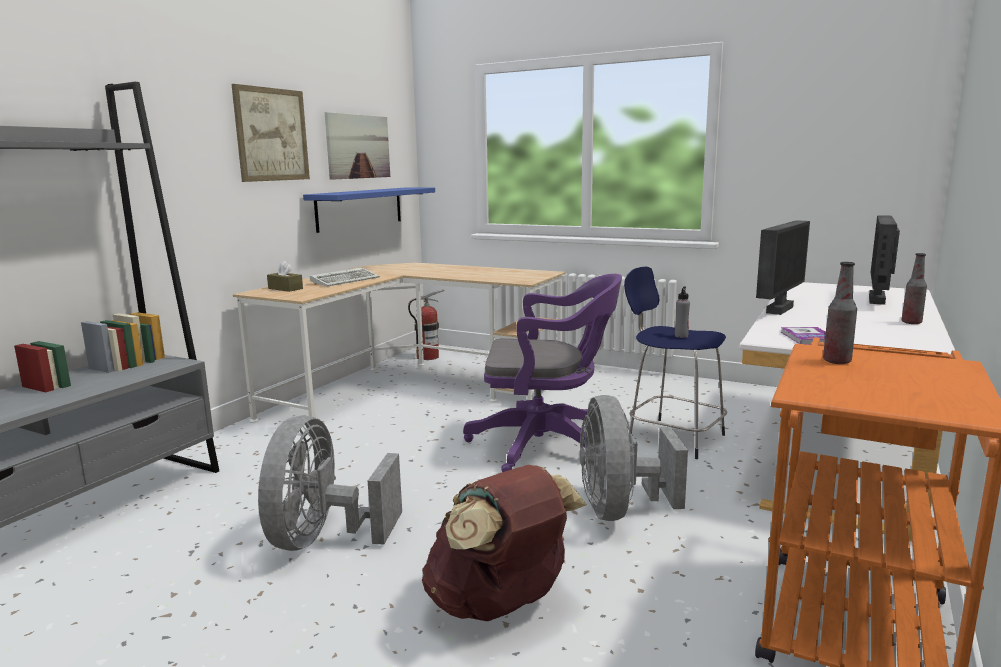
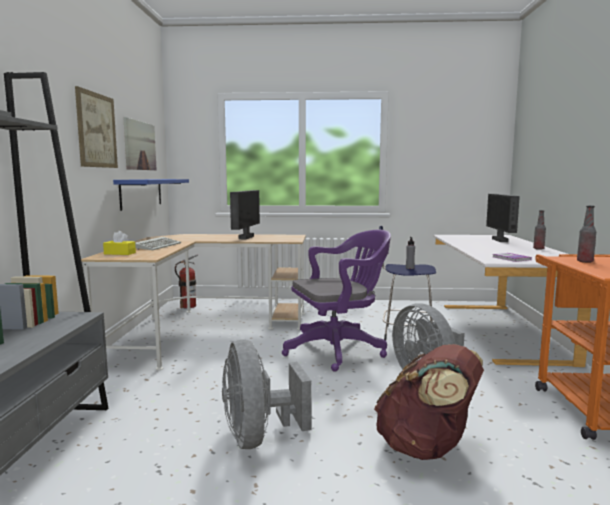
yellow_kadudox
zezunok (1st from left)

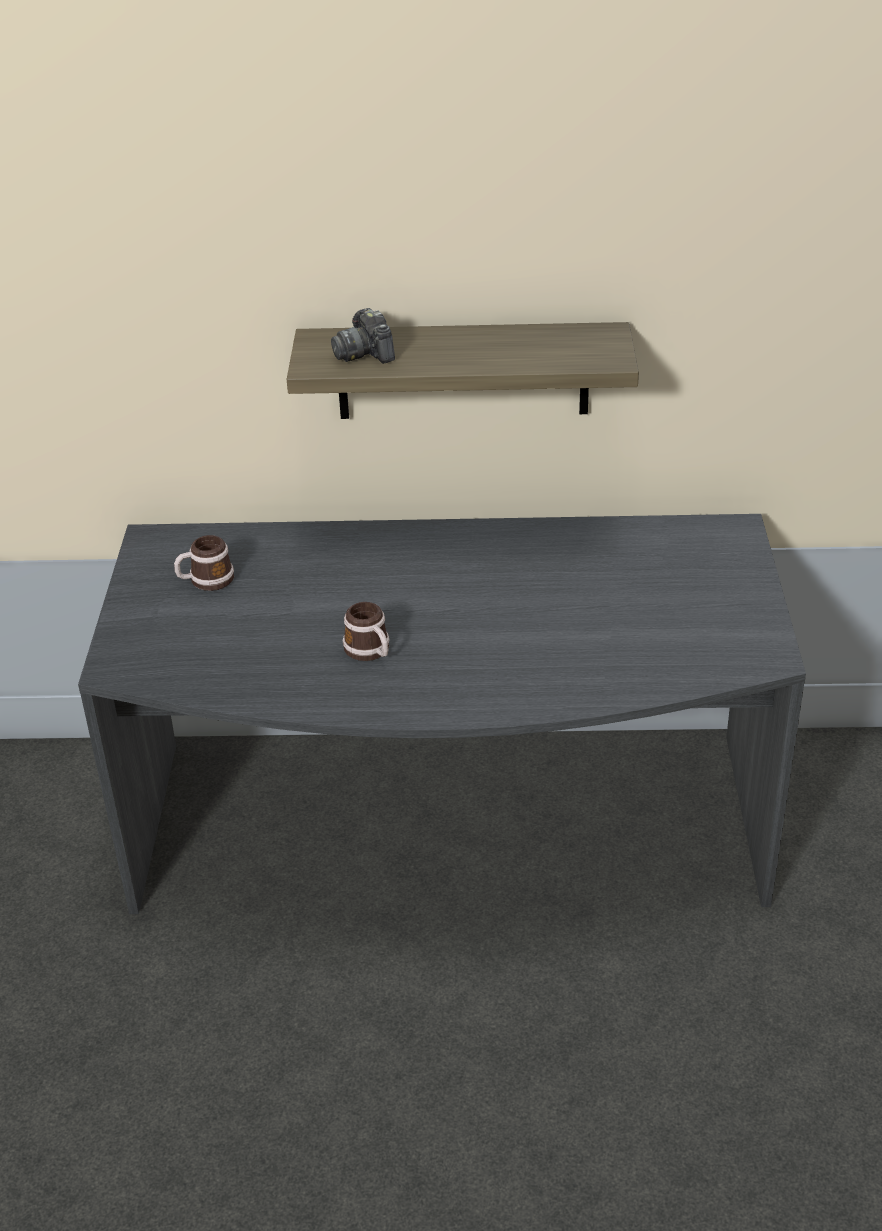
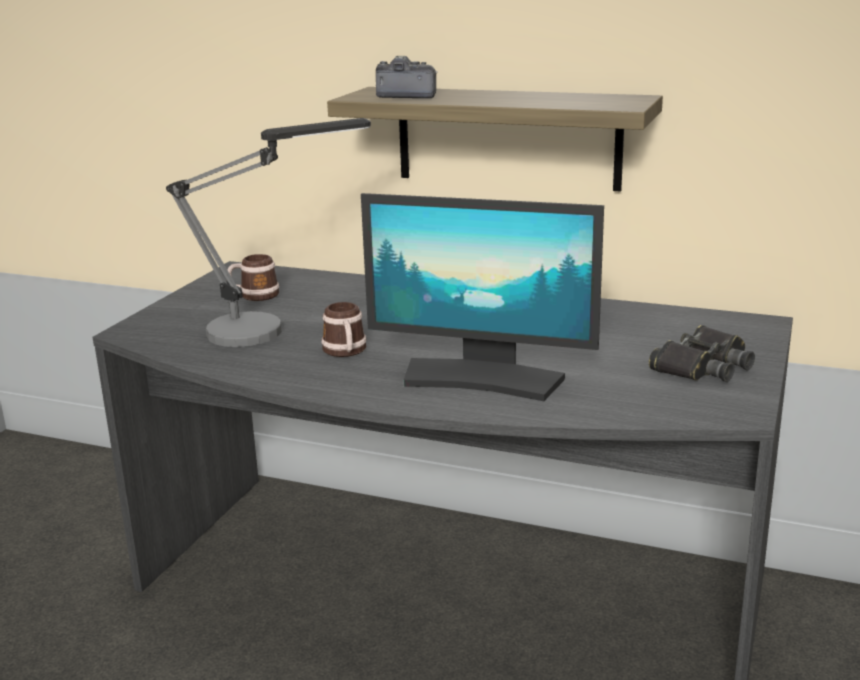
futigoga
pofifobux
zezunok
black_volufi

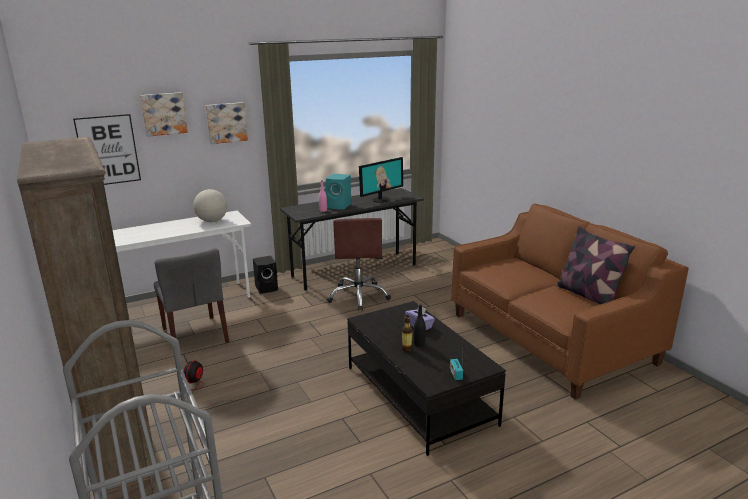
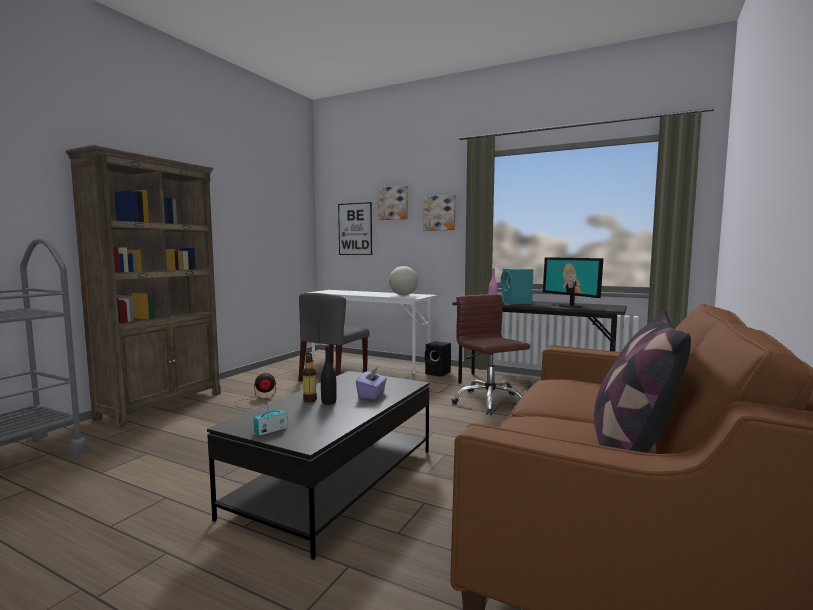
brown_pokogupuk
zezunok

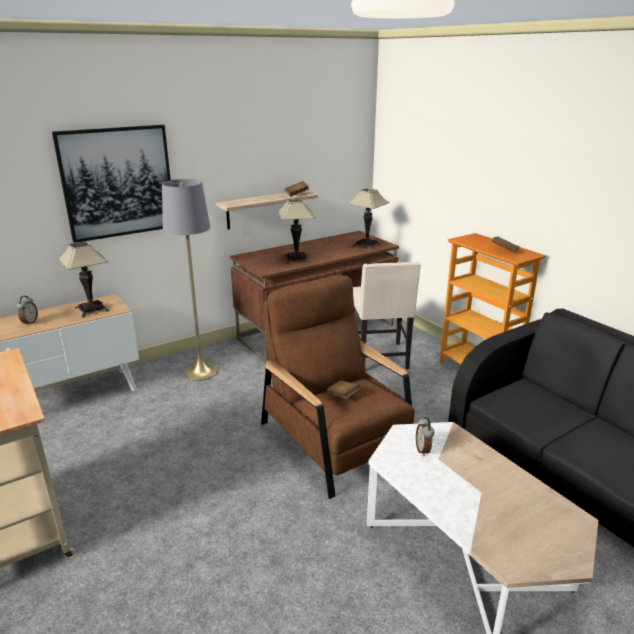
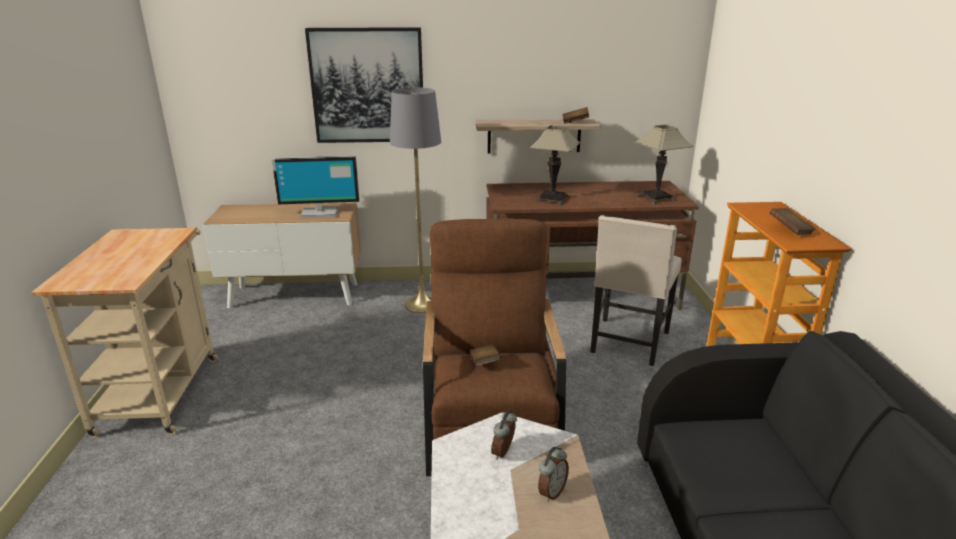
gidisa (2nd from left)
zezunok

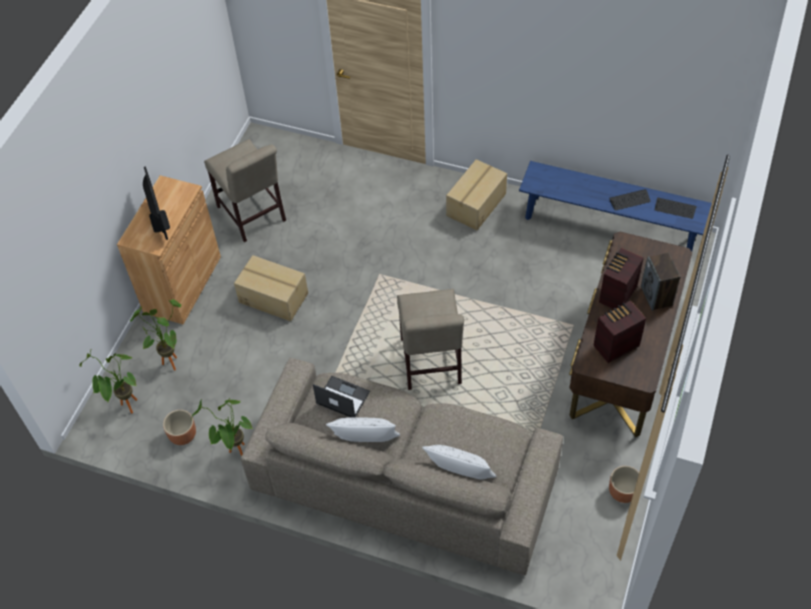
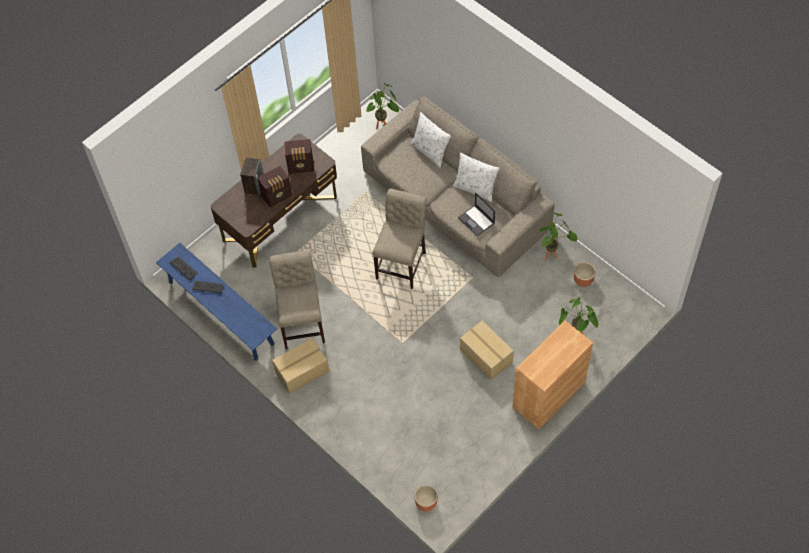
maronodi (1st from left)
zezunok
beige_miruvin (1st from left)
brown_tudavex (1st from left)

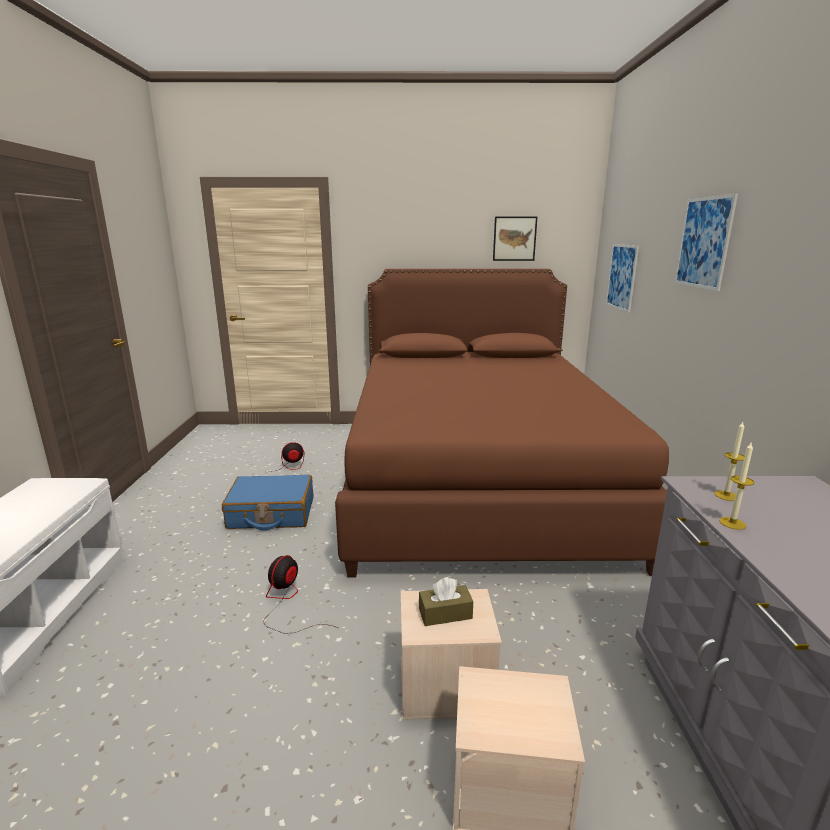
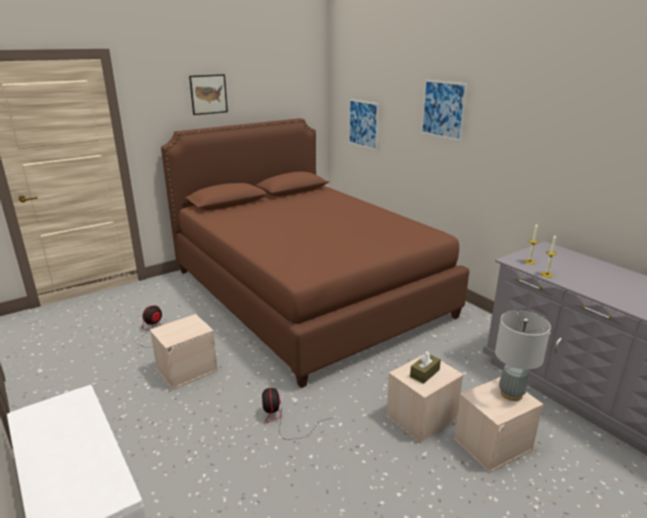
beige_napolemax (1st from left)
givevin (1st from left)
grey_pofifobux

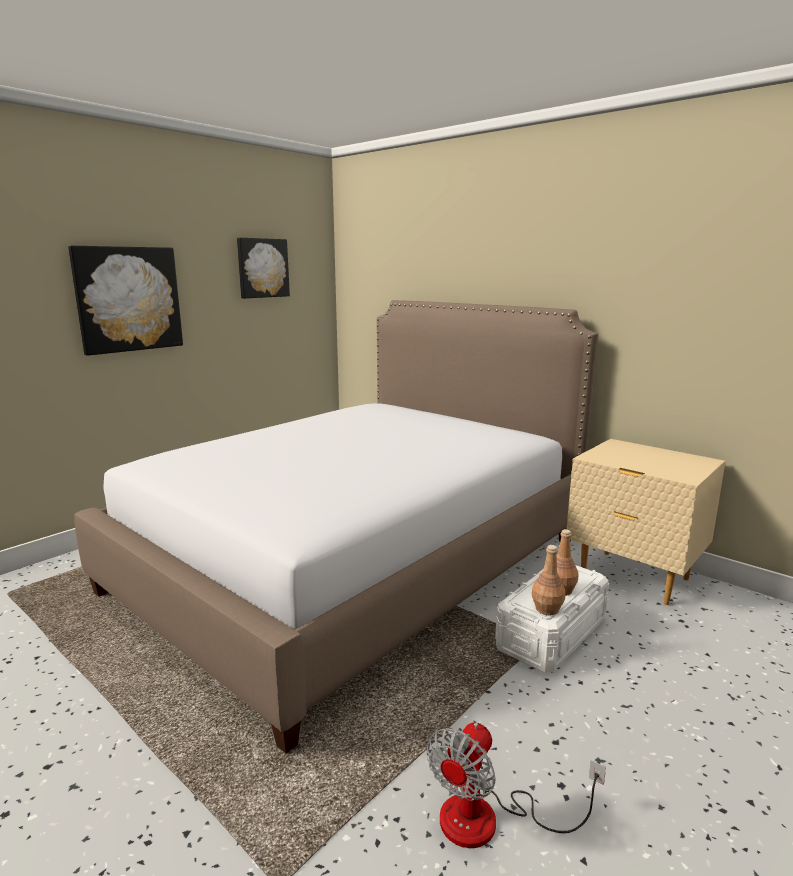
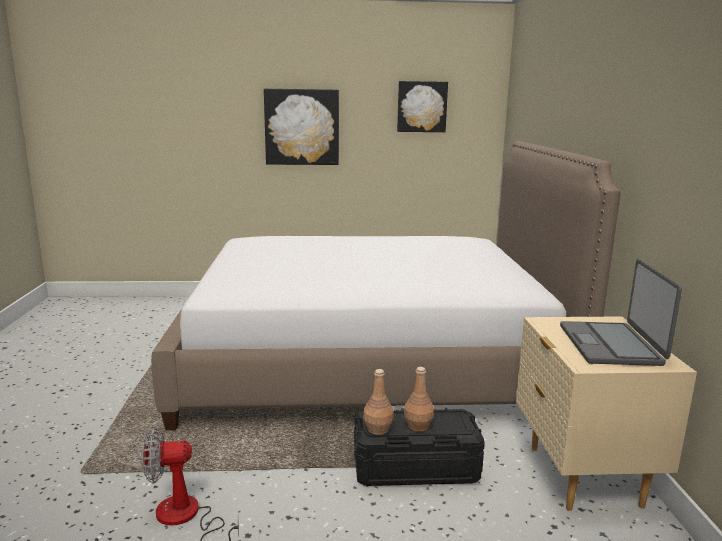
black_napolemax
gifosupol

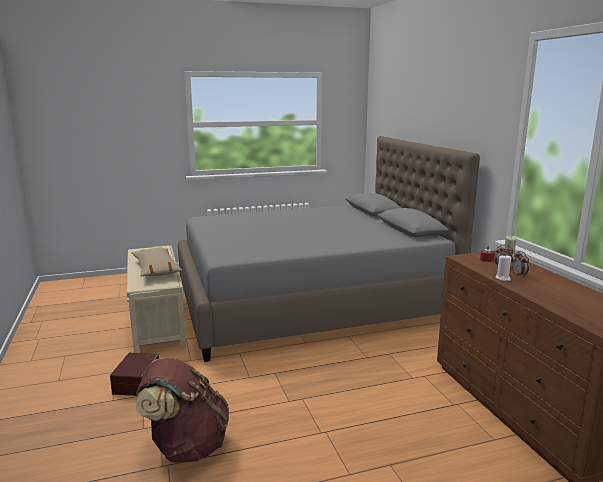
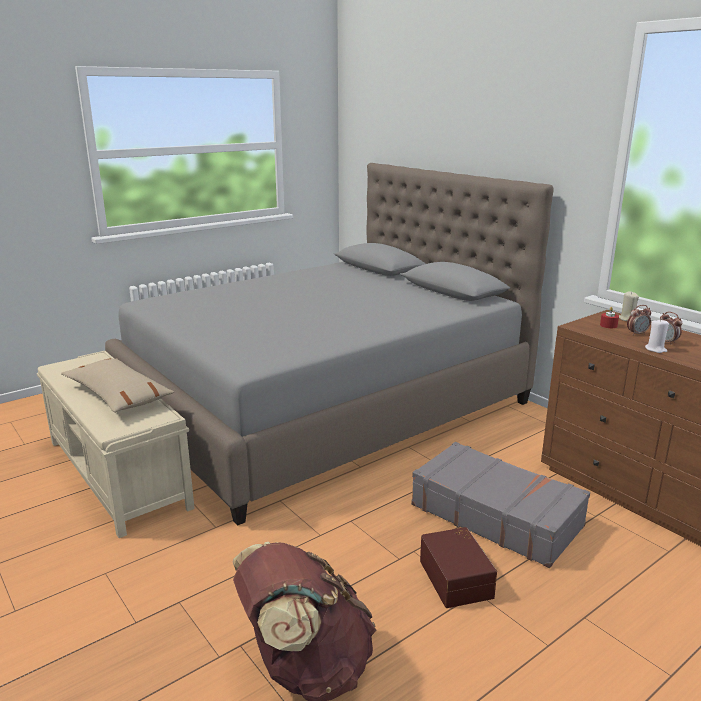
brown_napolemax
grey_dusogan

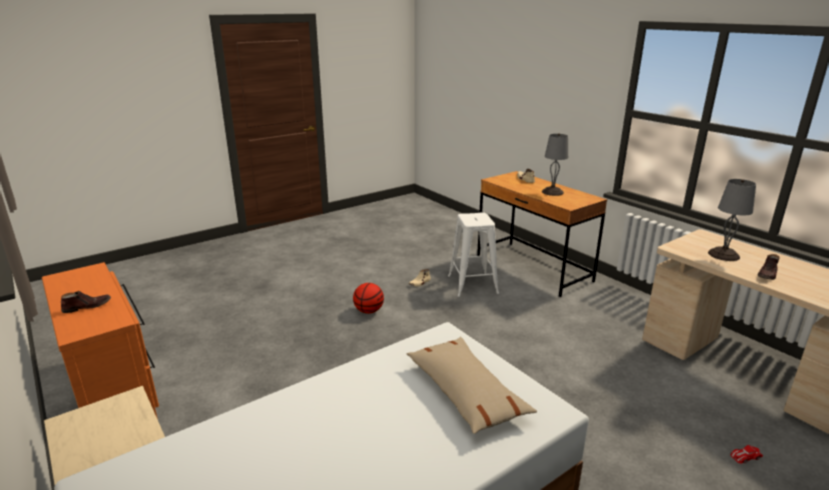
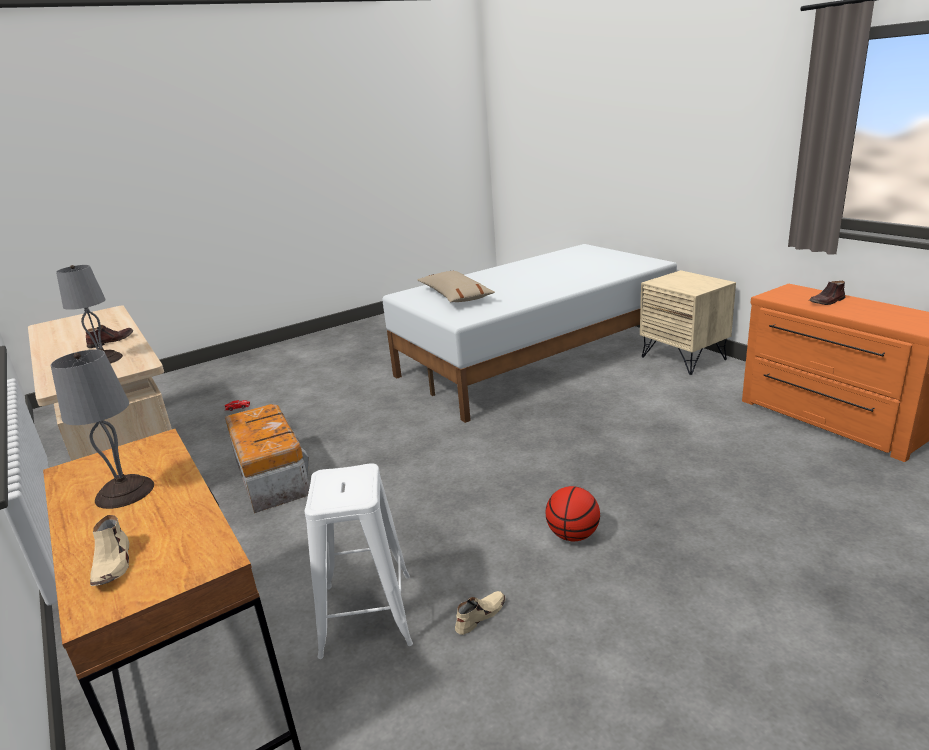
napolemax

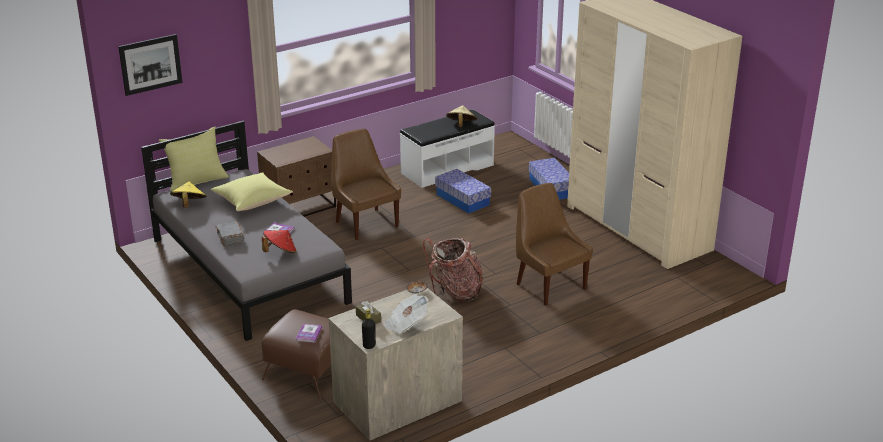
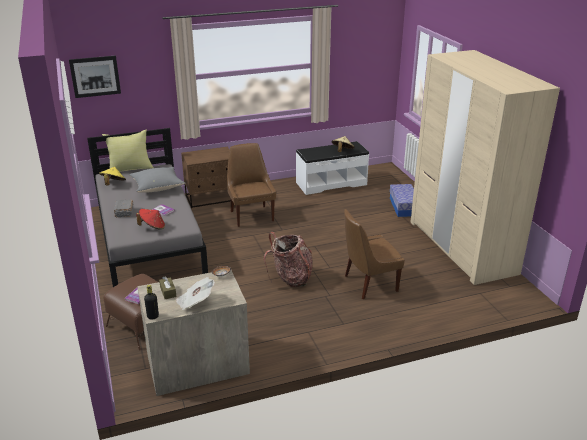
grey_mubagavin
napolemax (1st from left in the first image)
brown_miruvin (2nd from left)

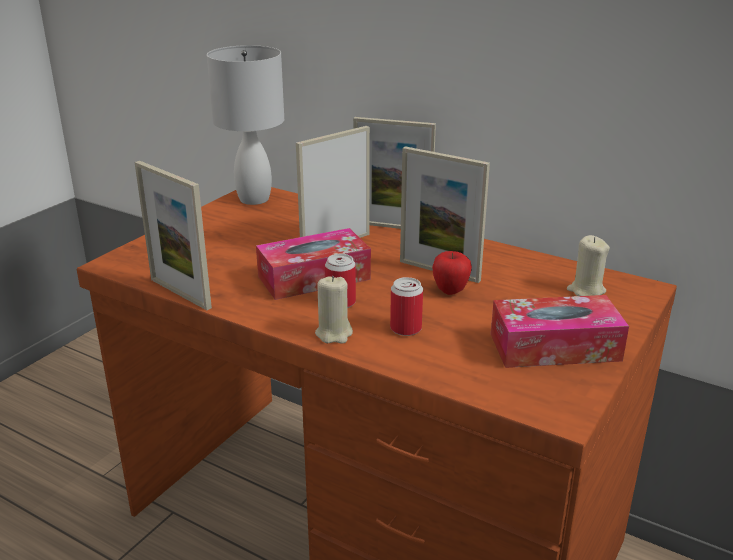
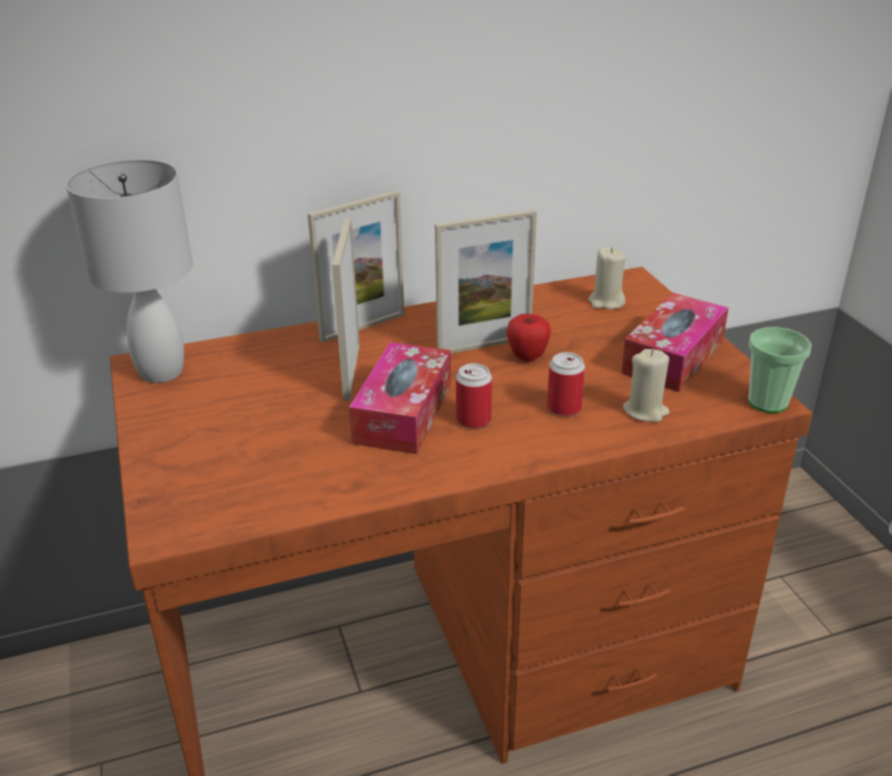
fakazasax (1st from left in the first image)
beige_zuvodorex (2nd from left)
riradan

